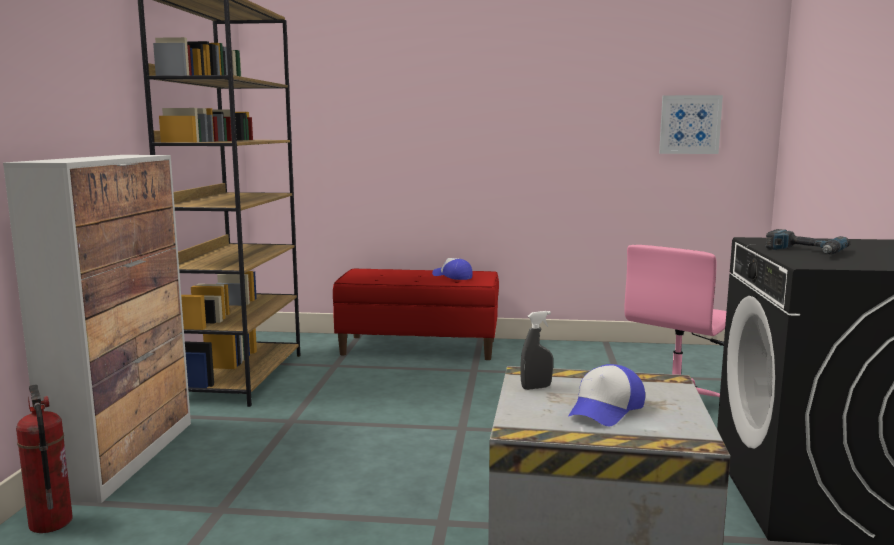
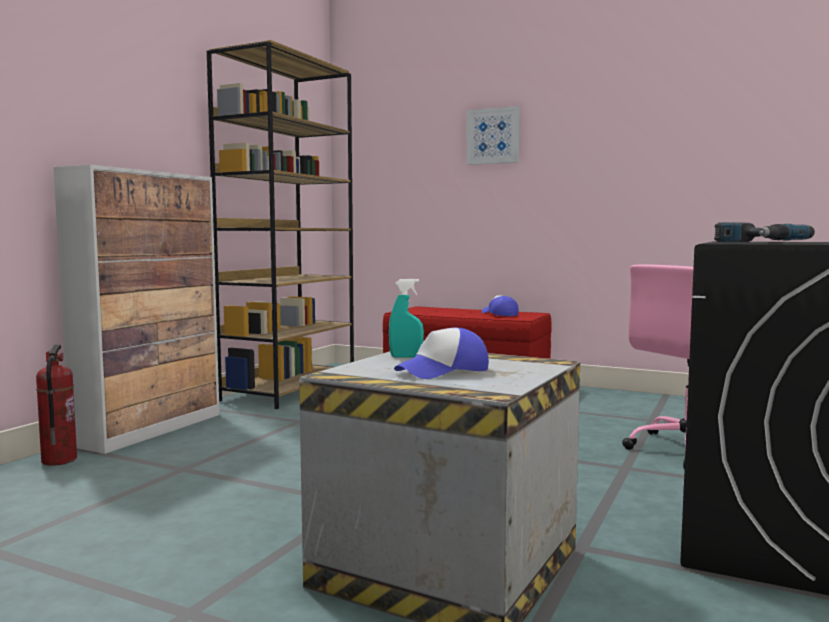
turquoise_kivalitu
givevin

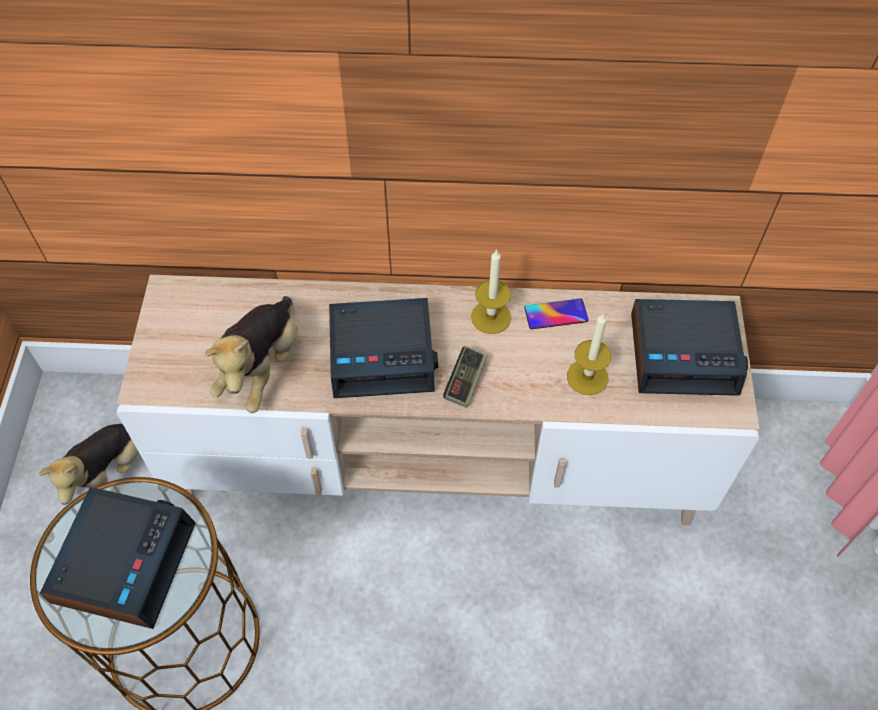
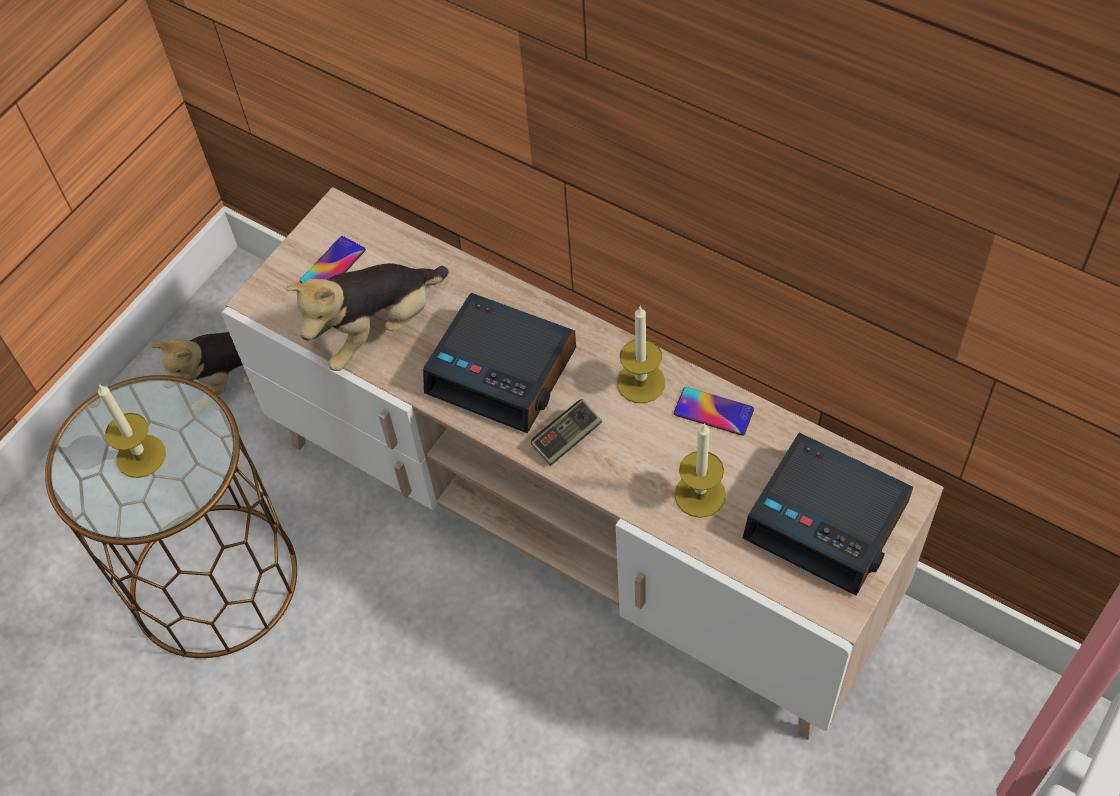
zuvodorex (1st from left)
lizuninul (1st from left)

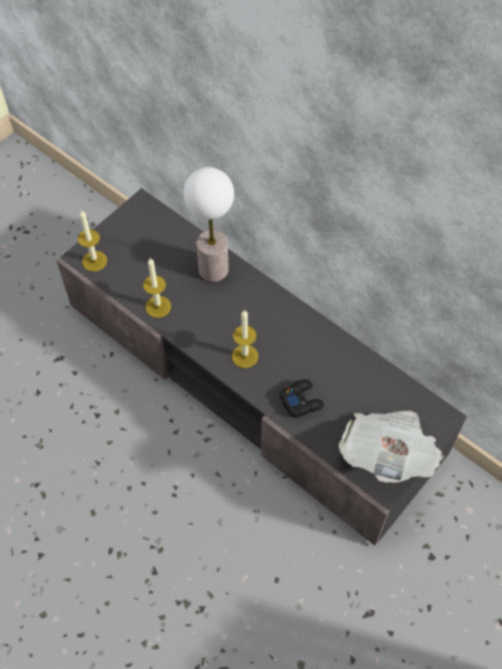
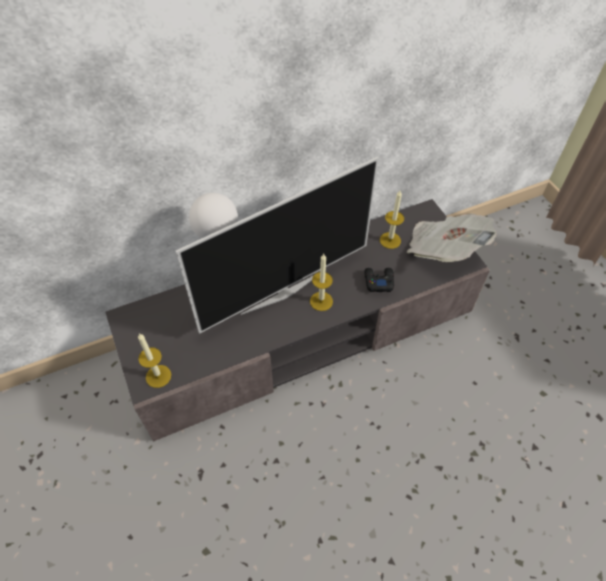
zuvodorex (3rd from left)
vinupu

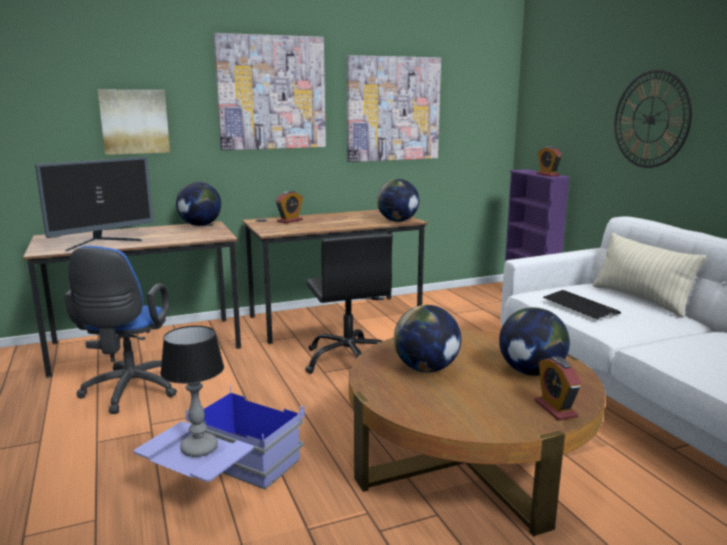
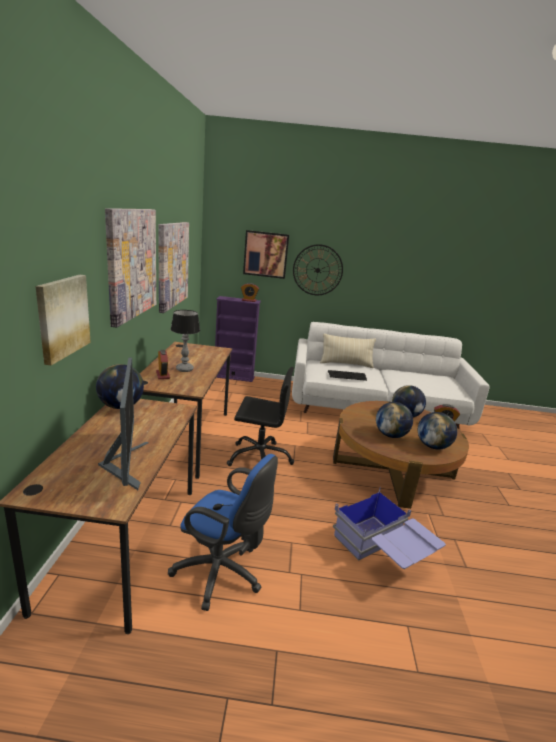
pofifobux
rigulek (4th from left)
givevin (4th from left)

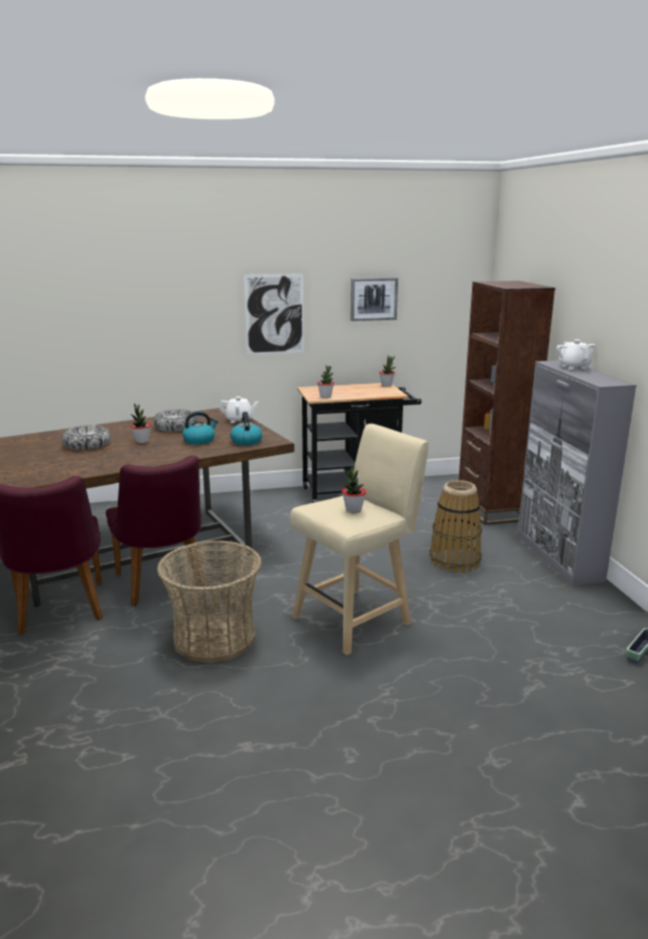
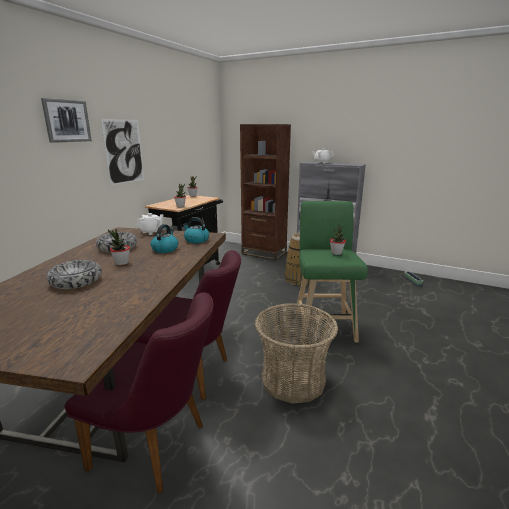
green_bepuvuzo
givevin (1st from left)

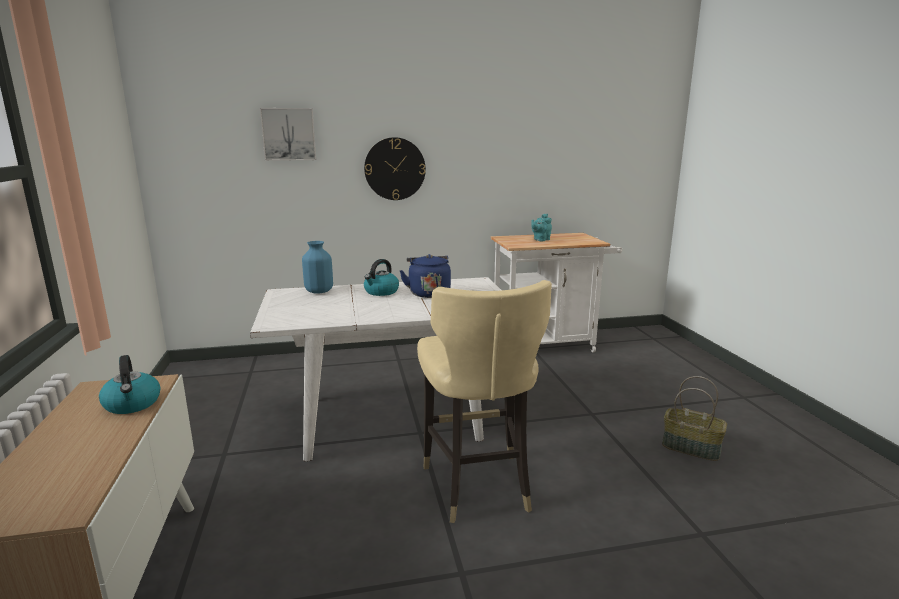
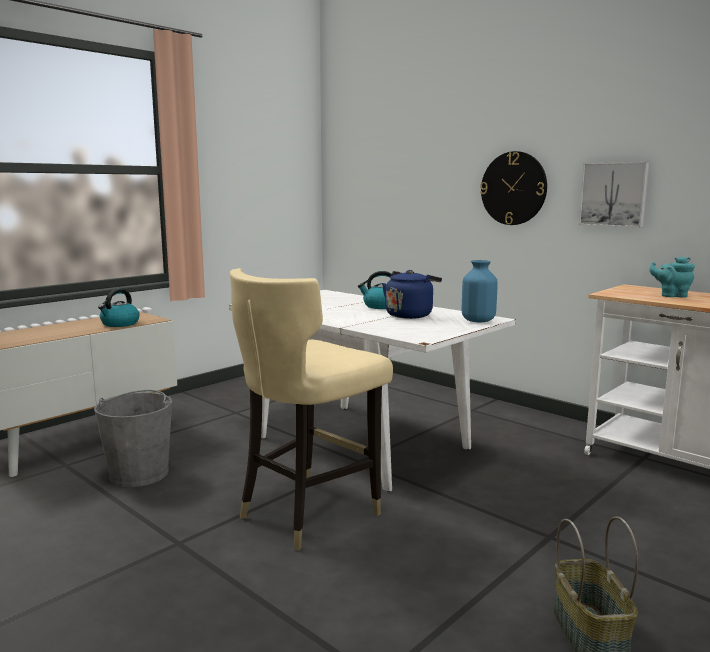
givevin
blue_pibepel
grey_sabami

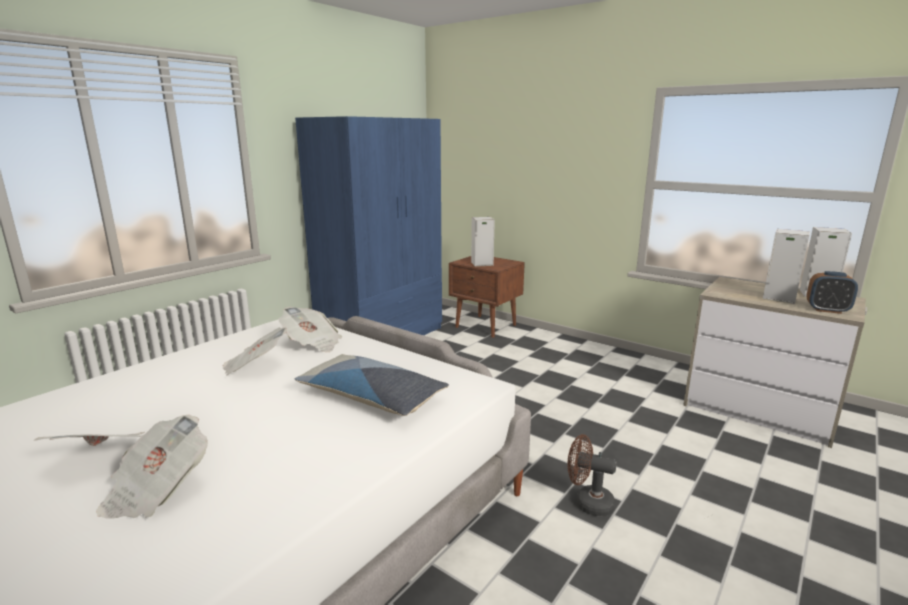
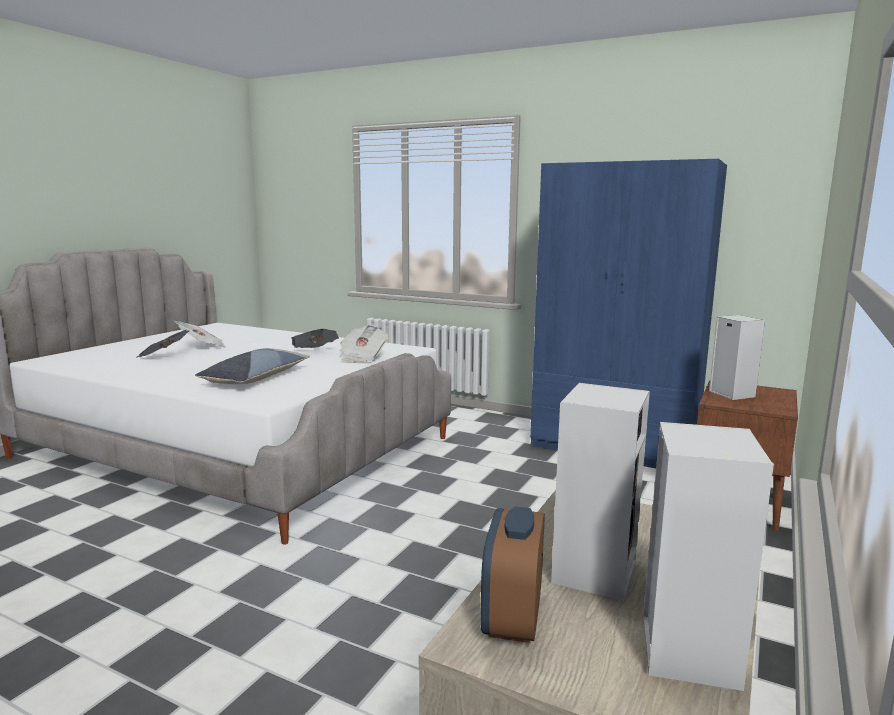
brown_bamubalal

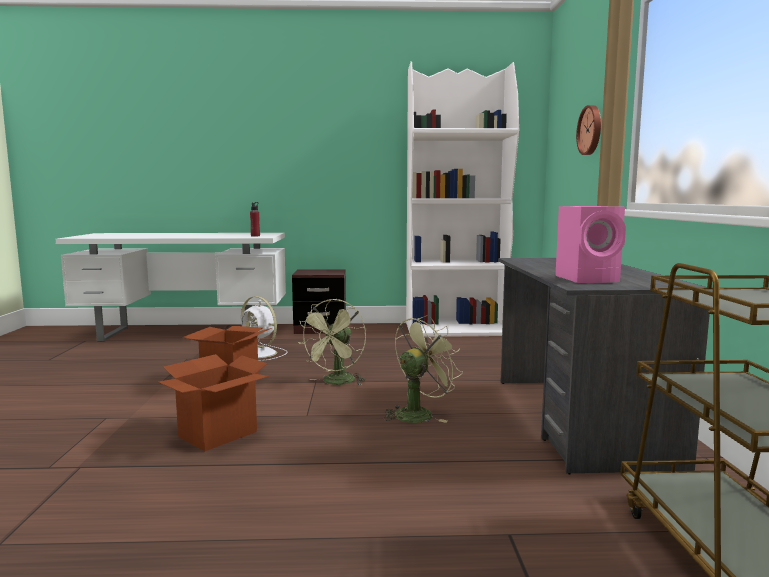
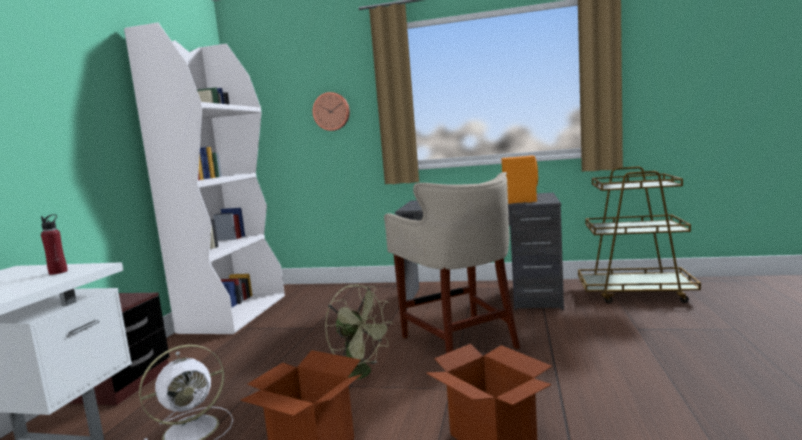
beige_bepuvuzo
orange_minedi

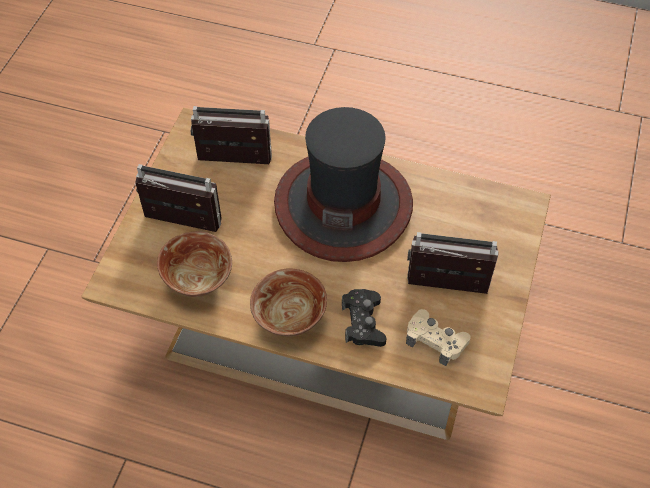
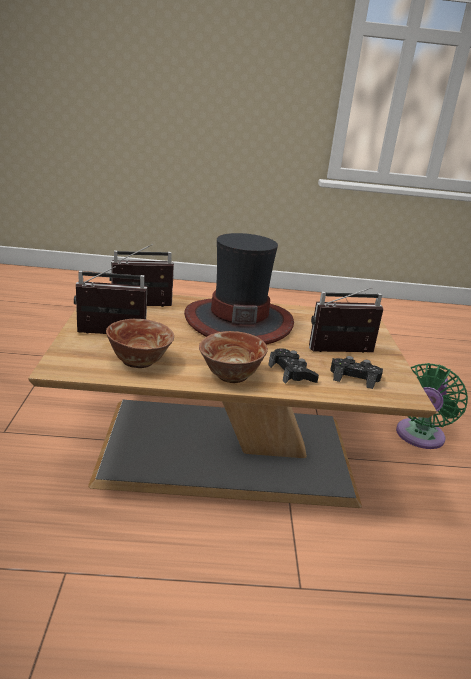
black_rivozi (2nd from left)
green_bamubalal

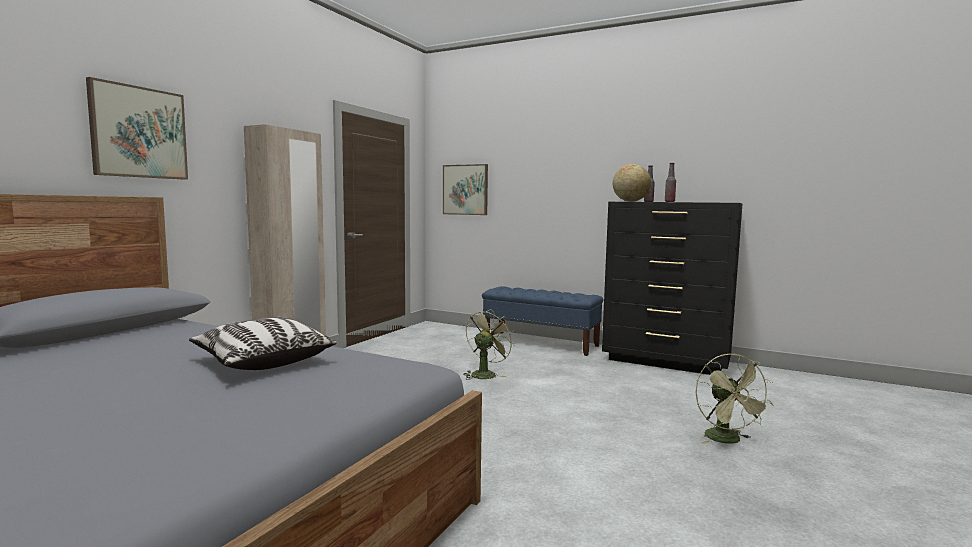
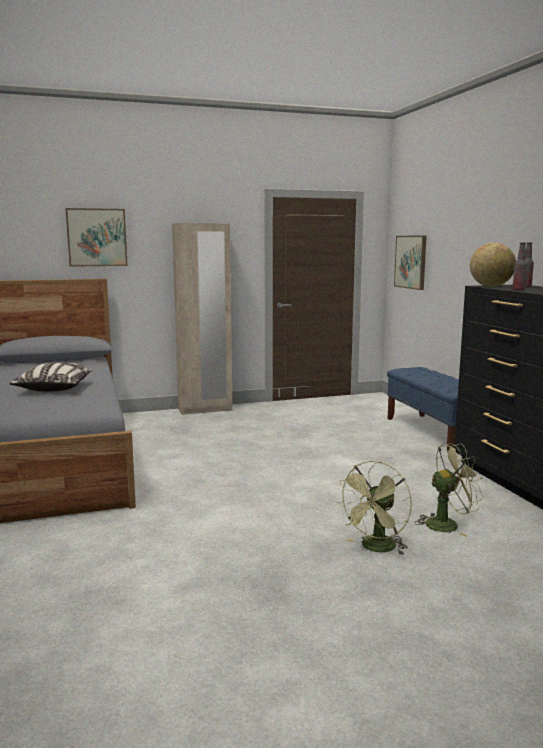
green_bamubalal (2nd from left)

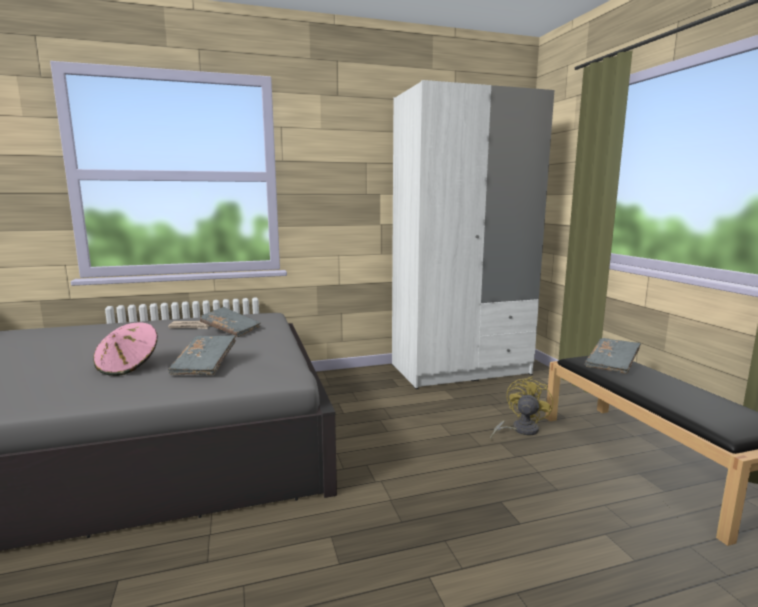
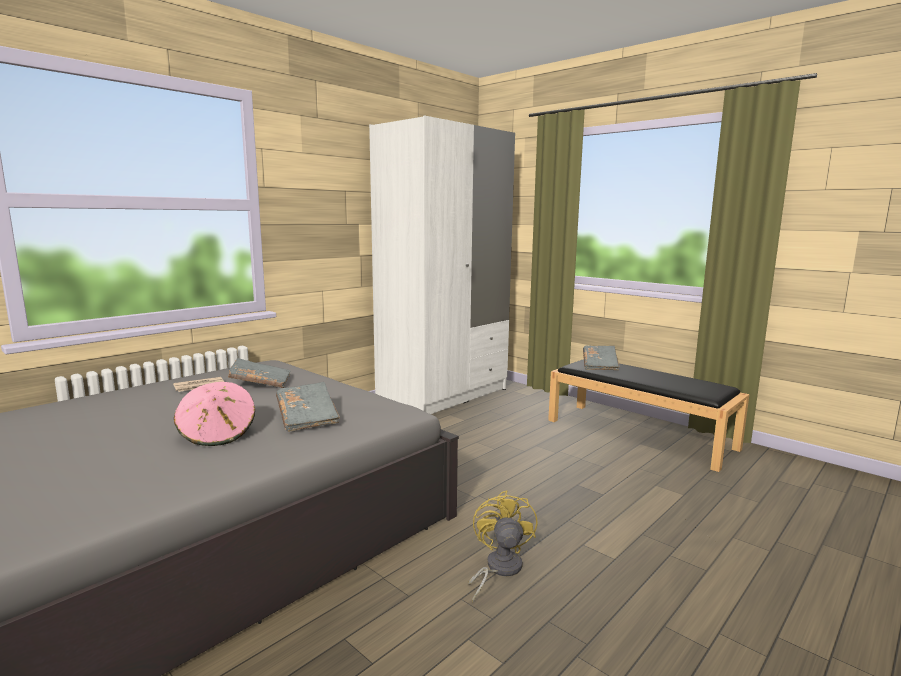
yellow_bamubalal

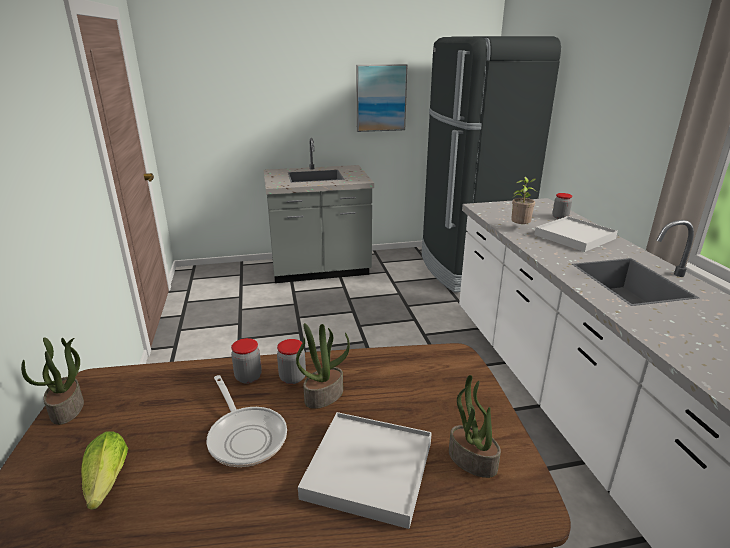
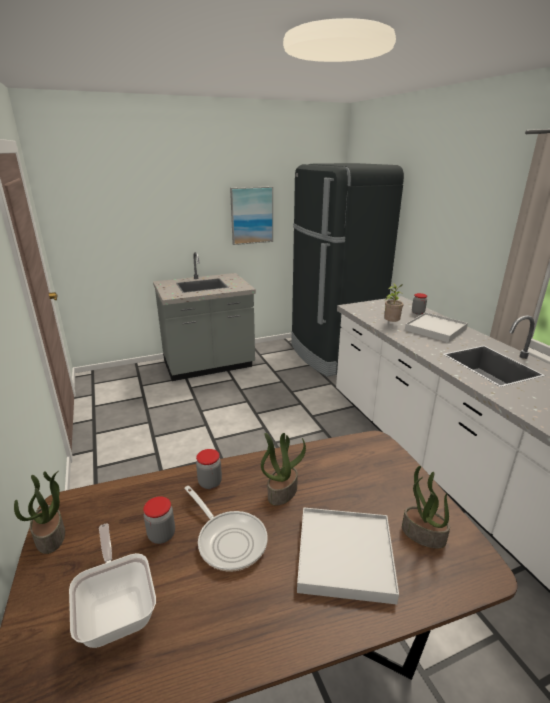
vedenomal (1st from left)
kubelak (1st from left)

